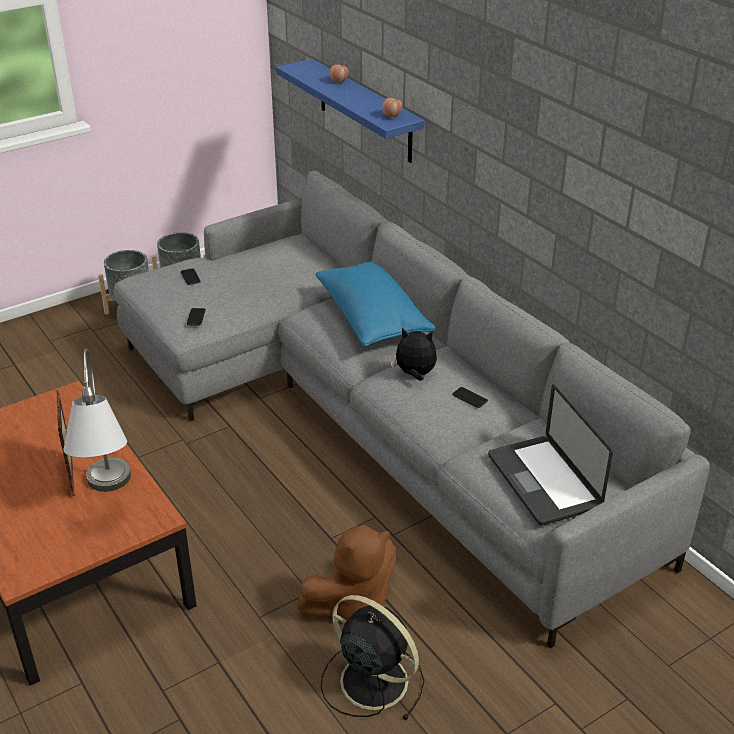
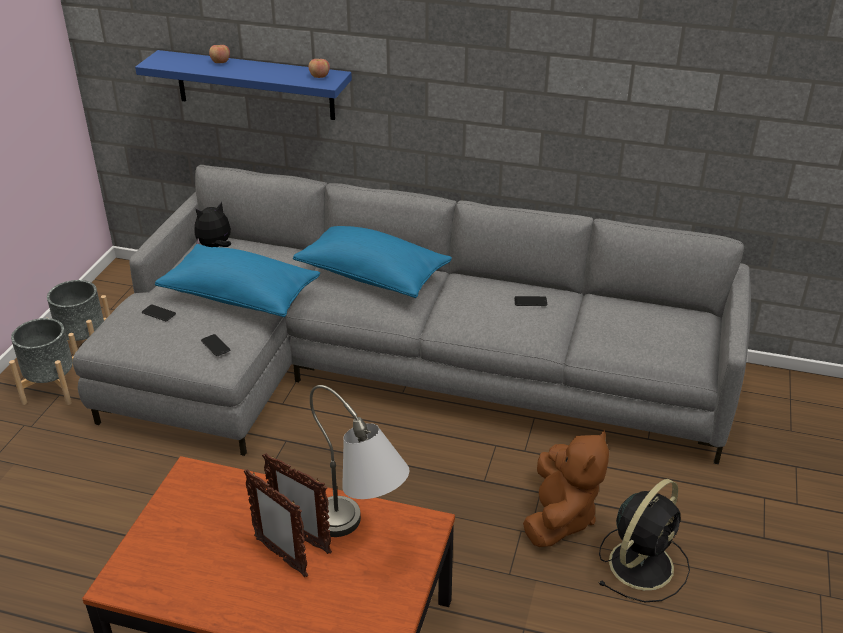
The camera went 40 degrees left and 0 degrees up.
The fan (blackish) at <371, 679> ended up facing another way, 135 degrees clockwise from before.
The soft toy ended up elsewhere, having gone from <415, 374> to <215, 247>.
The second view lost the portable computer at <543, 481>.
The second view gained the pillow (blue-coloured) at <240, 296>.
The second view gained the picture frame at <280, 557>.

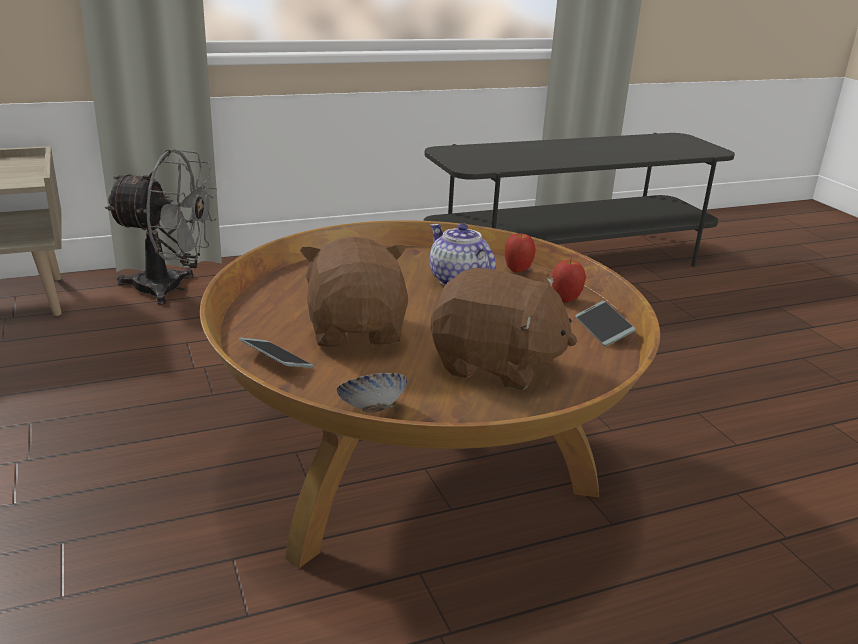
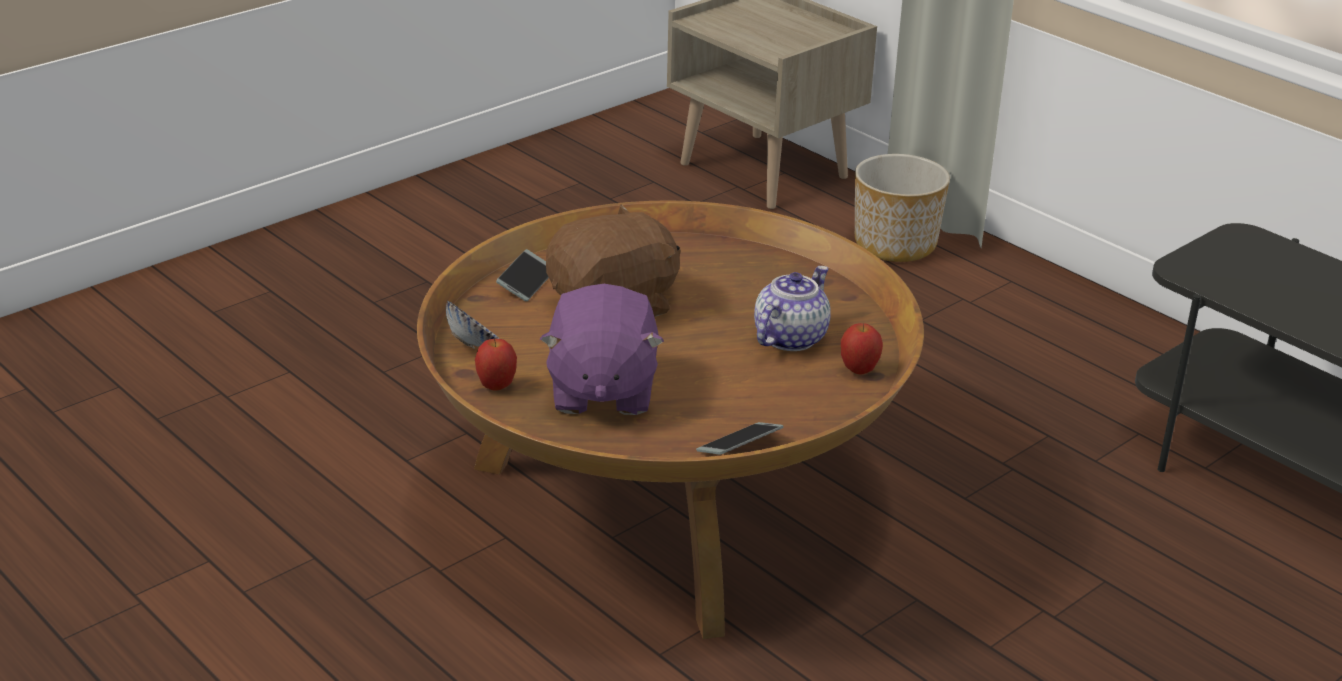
The camera went 70 degrees right and 5 degrees up.
Where the fan (grey) stood at <171, 289>, the plant pot came to stand at <895, 244>.
What was the soft toy (brown) at <495, 365> turned into the soft toy (purple-coloured) at <601, 390>.
The apple ended up elsewhere, having gone from <565, 300> to <496, 387>.

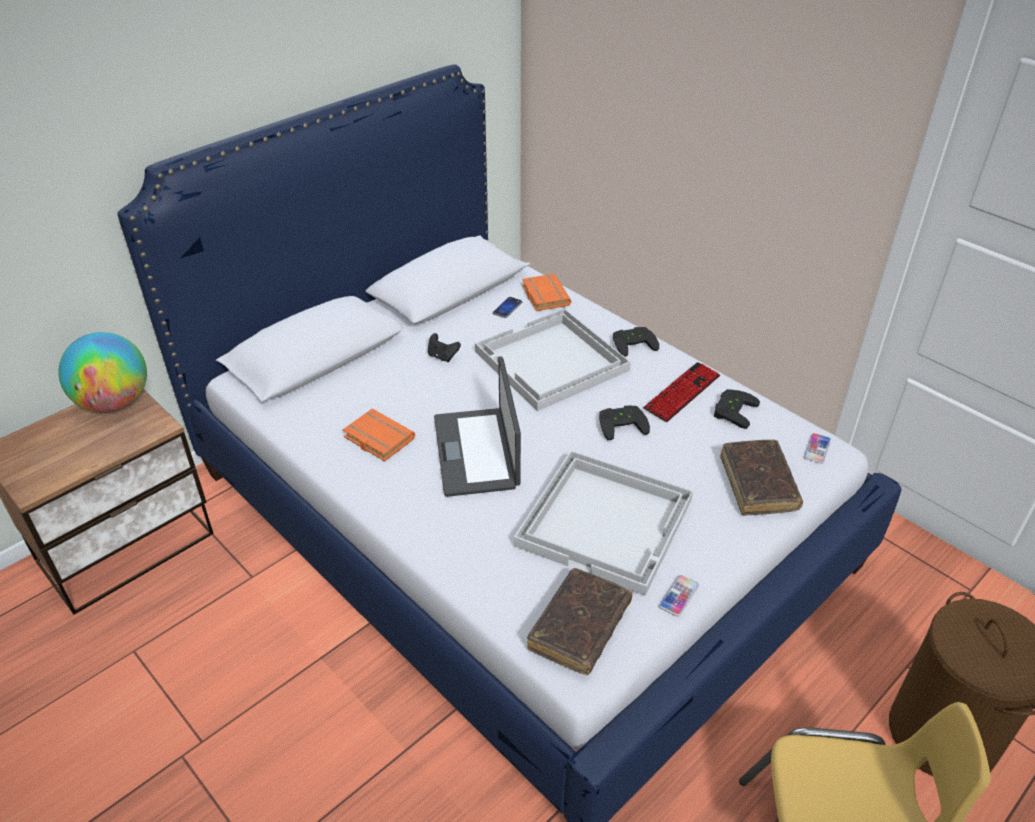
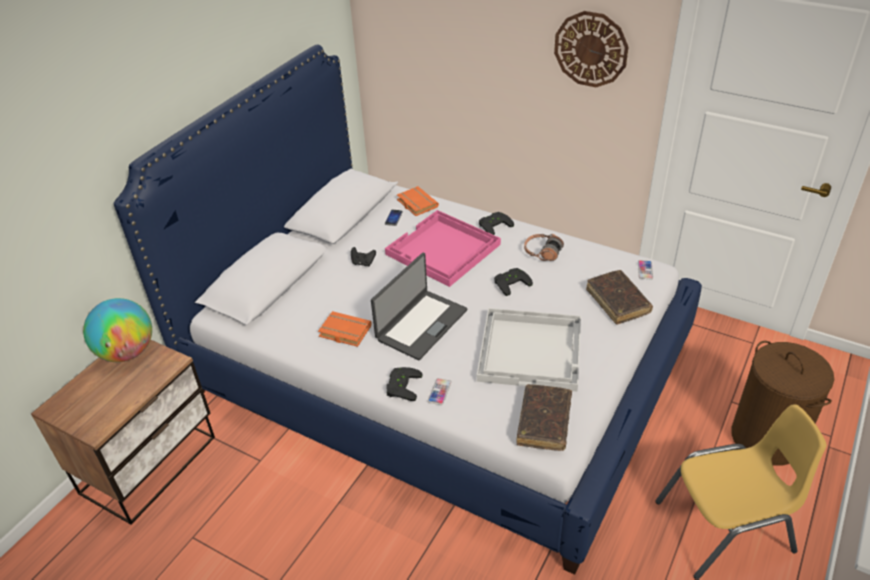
The camera went 15 degrees left and 0 degrees up.
The portable computer at <477, 452> ended up facing another way, 120 degrees counterclockwise from before.
What was the serving tray (whitish) at <551, 362> turned into the serving tray (pinkish) at <443, 250>.
Where the PC keyboard stood at <682, 393>, the pair of headphones came to stand at <542, 252>.
The telephone ended up elsewhere, having gone from <678, 596> to <439, 392>.
The joypad (blackish) ended up elsewhere, having gone from <732, 410> to <401, 386>.
The second view gained the clock on the wall at <591, 49>.

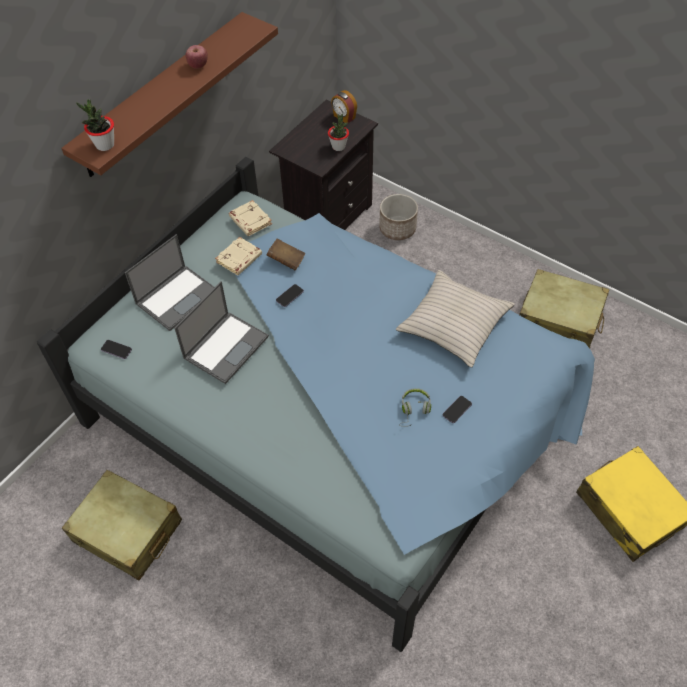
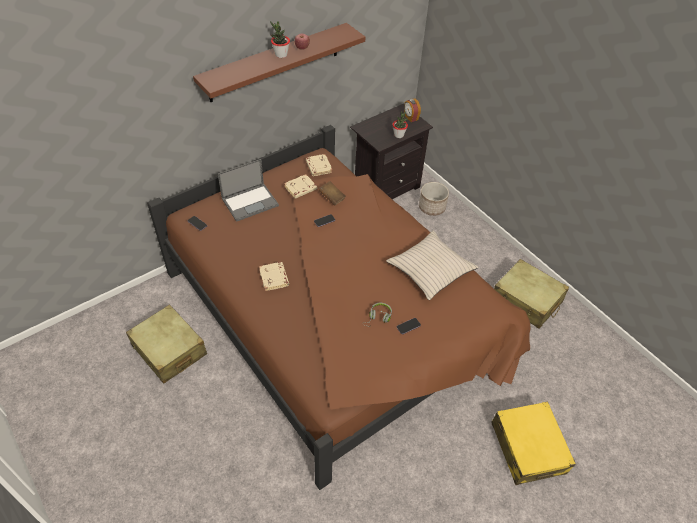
The camera went 15 degrees right and 5 degrees down.
What was the sleeping bed (blue-coloured) at <336, 415> turned into the sleeping bed (brown) at <338, 317>.
The potted plant ended up elsewhere, having gone from <105, 145> to <281, 55>.
The second view lost the portable computer at <226, 346>.
The second view gained the book (beige) at <274, 278>.

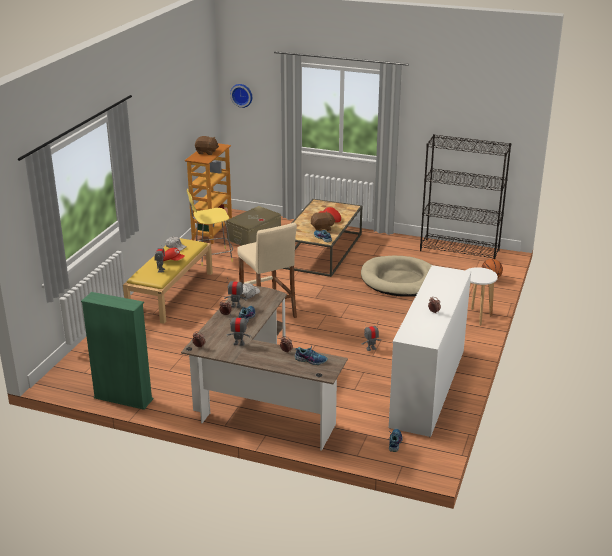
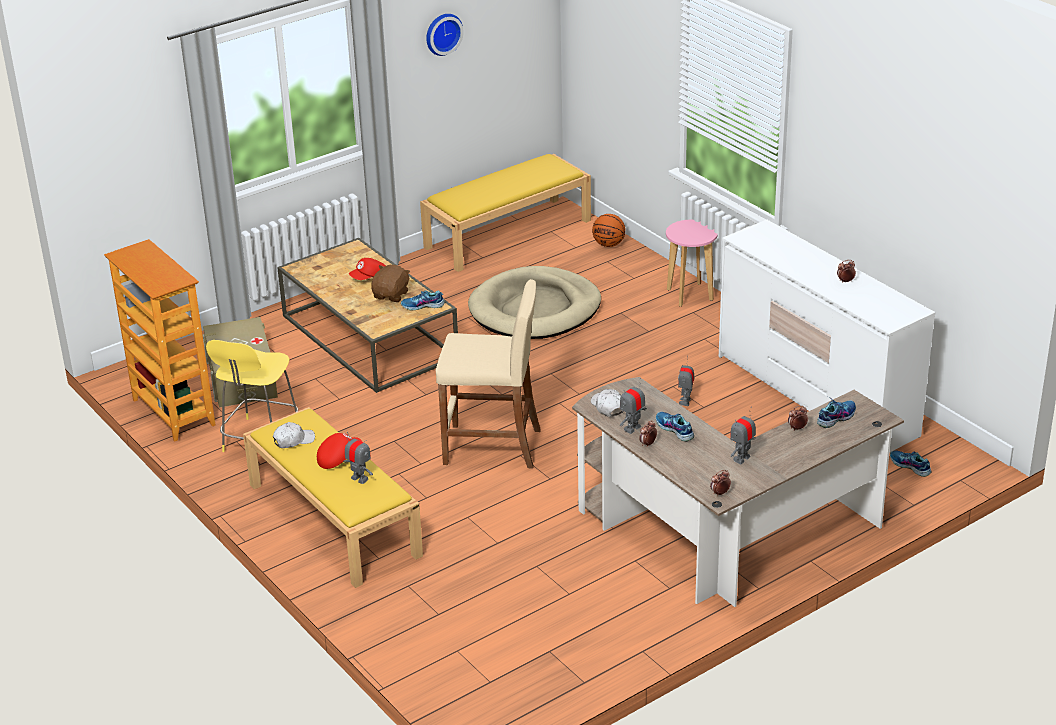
The camera went 55 degrees left and 5 degrees up.
The second view lost the shelving unit (green) at <123, 399>.
The second view lost the soft toy (brown) at <206, 152>.
The clock on the wall ended up elsewhere, having gone from <242, 95> to <442, 33>.
Where the shelving unit (blackish) stood at <460, 250>, the long seat (yellow-coloured) came to stand at <508, 233>.
What was the stool (whitish) at <476, 317> turned into the stool (pinkish) at <690, 295>.

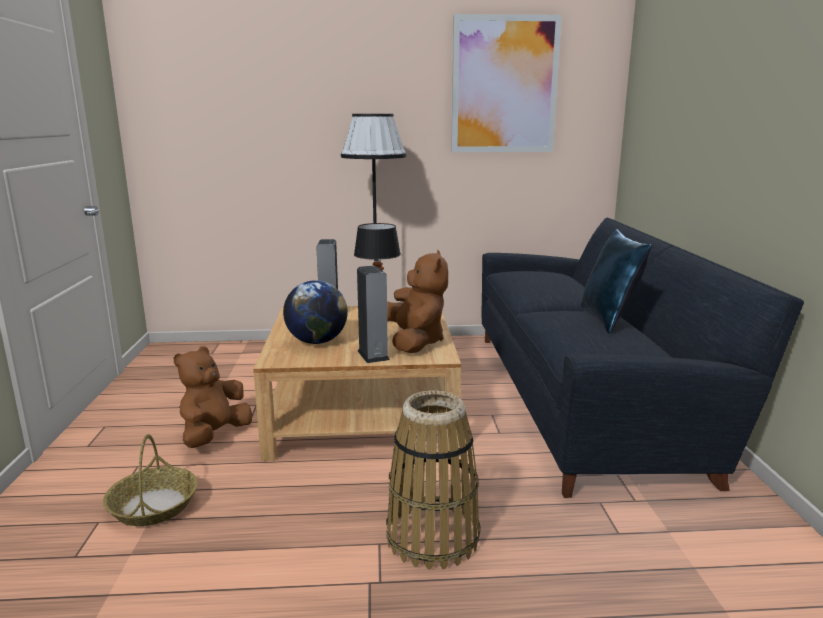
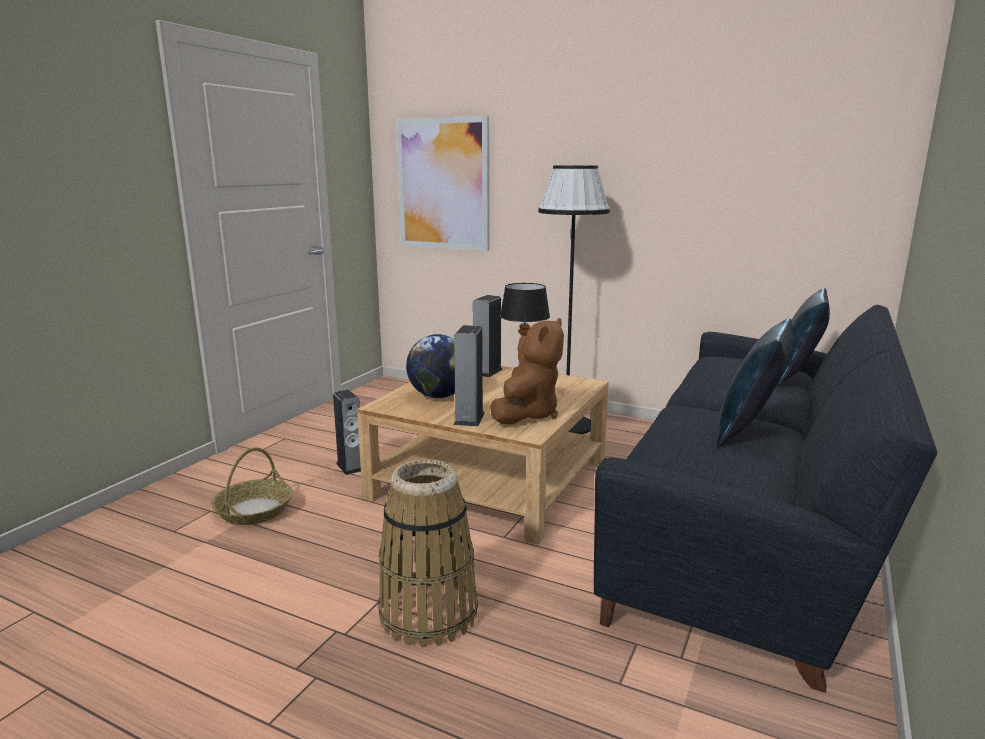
The camera went 30 degrees right and 0 degrees up.
Where the soft toy (brown) stood at <214, 435>, the loudspeaker came to stand at <350, 466>.
The wall art ended up elsewhere, having gone from <504, 85> to <443, 184>.
The second view gained the pillow (blue-coloured) at <796, 376>.

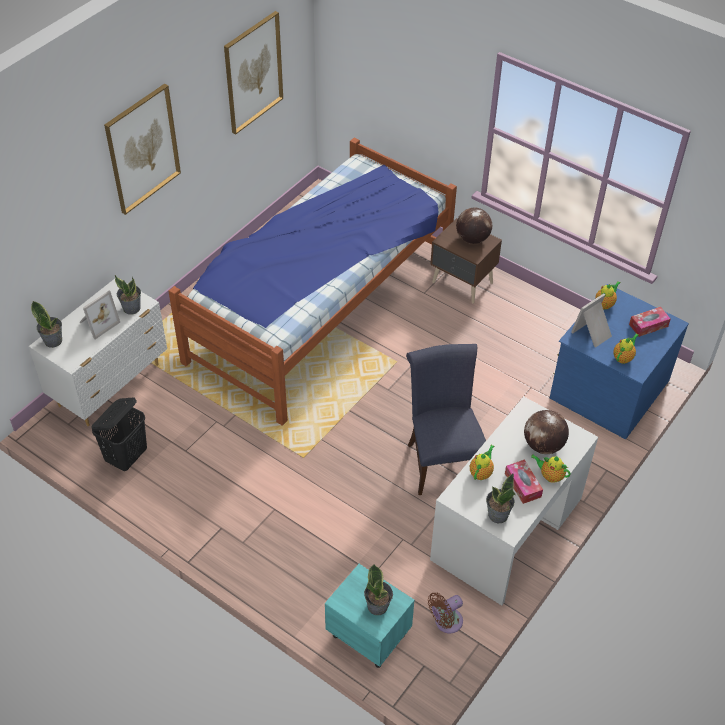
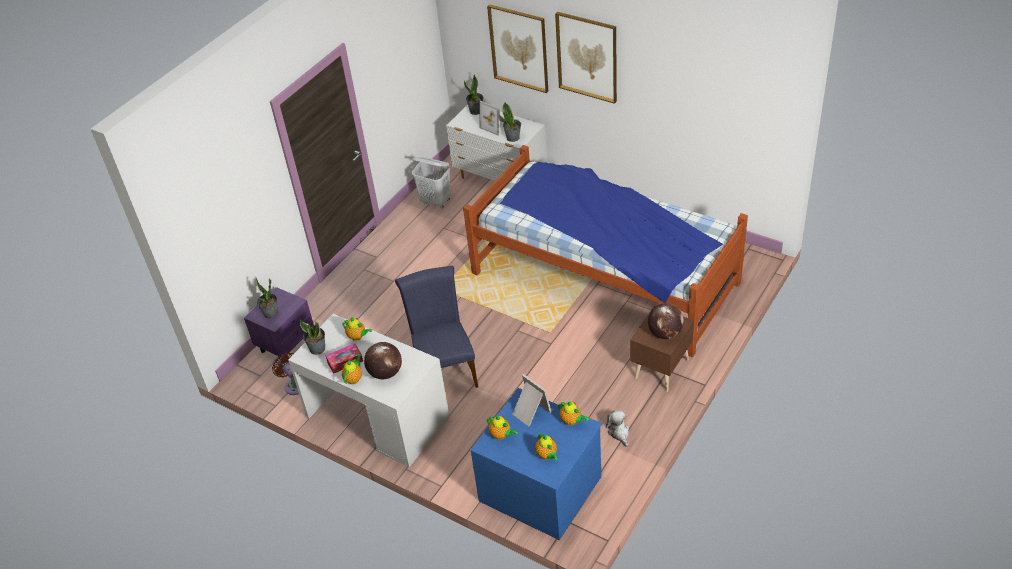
The camera went 90 degrees right and 5 degrees down.
What was the hamper (blackish) at <127, 457> turned into the hamper (whitish) at <436, 201>.
The wall art ended up elsewhere, having gone from <253, 72> to <519, 48>.
What was the bedside table (turquoise-coloured) at <368, 634> turned into the bedside table (purple-coloured) at <287, 343>.
The plain chair (blue-coloured) at <442, 460> ended up facing another way, 90 degrees counterclockwise from before.
Where the box of tissues stood at <648, 325>, the tea pot came to stand at <547, 455>.
The second view gained the soft toy at <619, 432>.

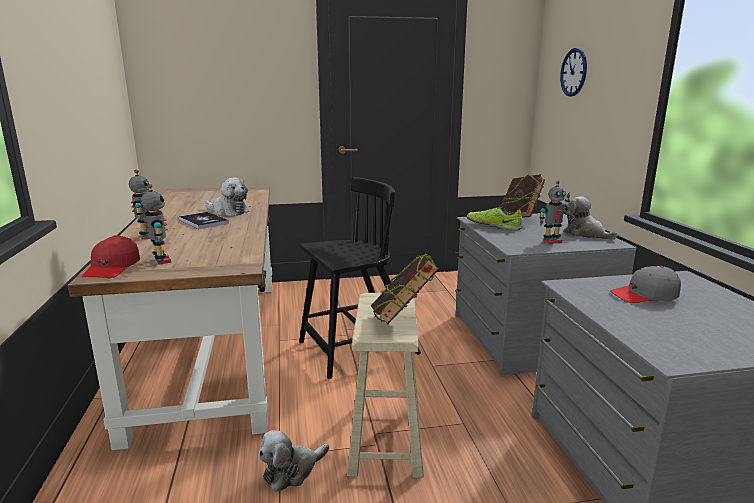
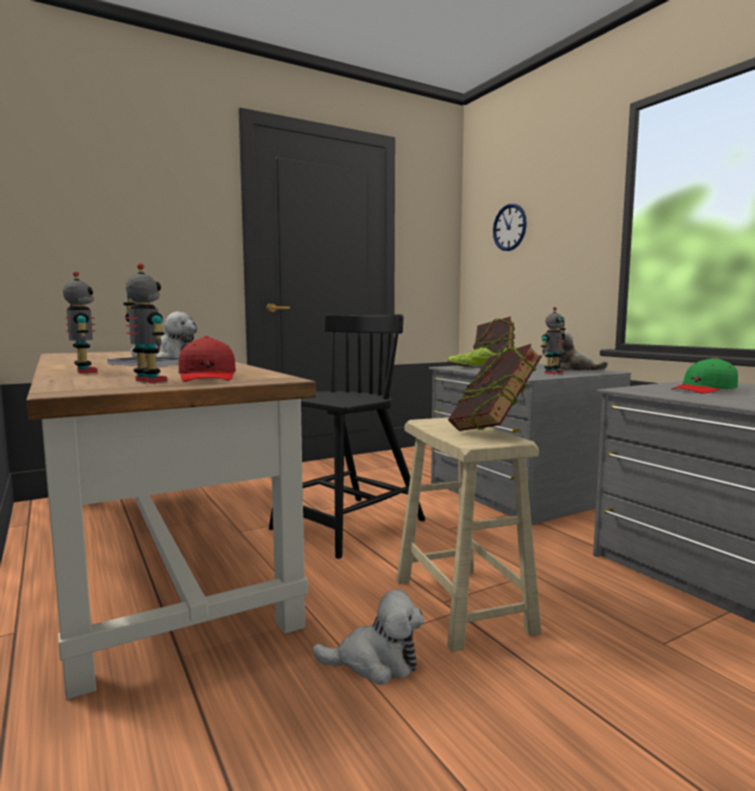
The camera went 20 degrees left and 10 degrees down.
The peaked cap (reddish) ended up elsewhere, having gone from <113, 268> to <208, 377>.
The soft toy at <292, 471> ended up facing another way, 120 degrees counterclockwise from before.
What was the peaked cap (grey) at <645, 295> turned into the peaked cap (green) at <704, 389>.

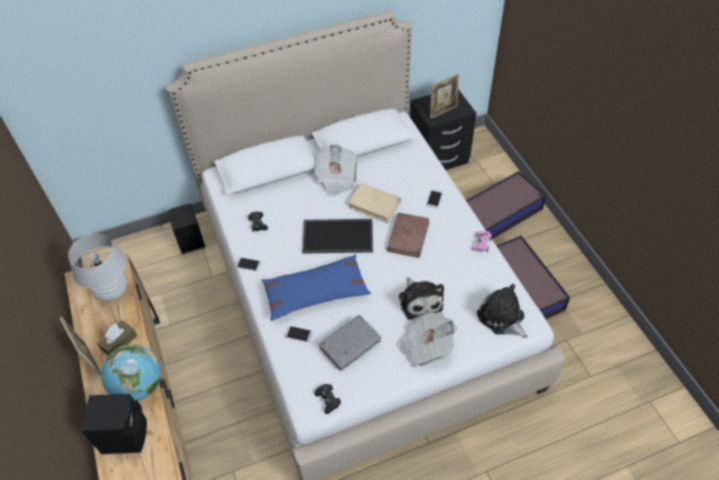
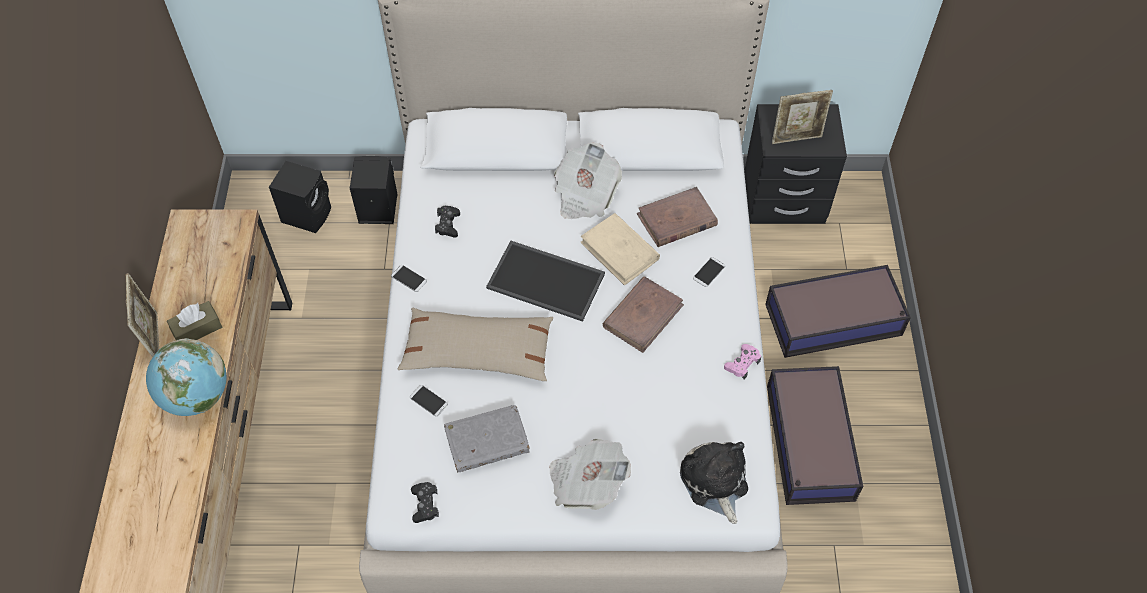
The camera went 20 degrees right and 5 degrees up.
The second view lost the table lamp (whitish) at <113, 291>.
The loudspeaker (blackish) ended up elsewhere, having gone from <125, 434> to <308, 214>.
What was the pillow (blue-coloured) at <316, 293> turned into the pillow (beige) at <478, 352>.
The second view lost the soft toy at <419, 300>.
The second view gained the book (brown) at <676, 220>.

